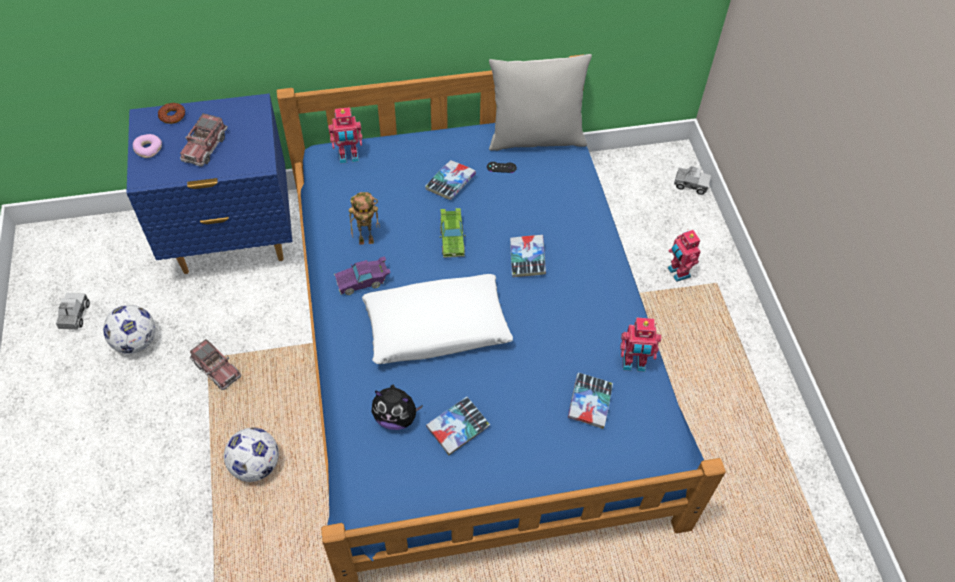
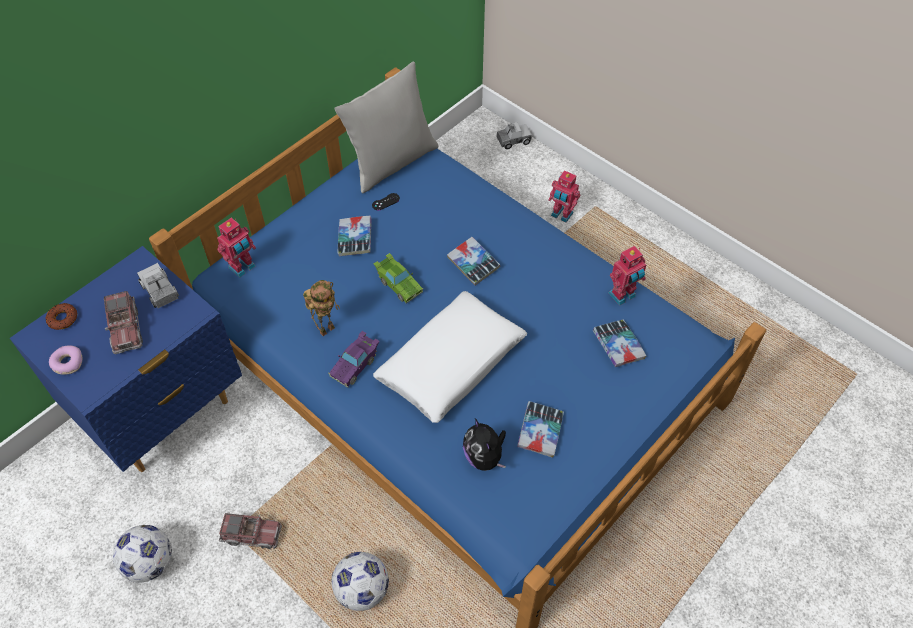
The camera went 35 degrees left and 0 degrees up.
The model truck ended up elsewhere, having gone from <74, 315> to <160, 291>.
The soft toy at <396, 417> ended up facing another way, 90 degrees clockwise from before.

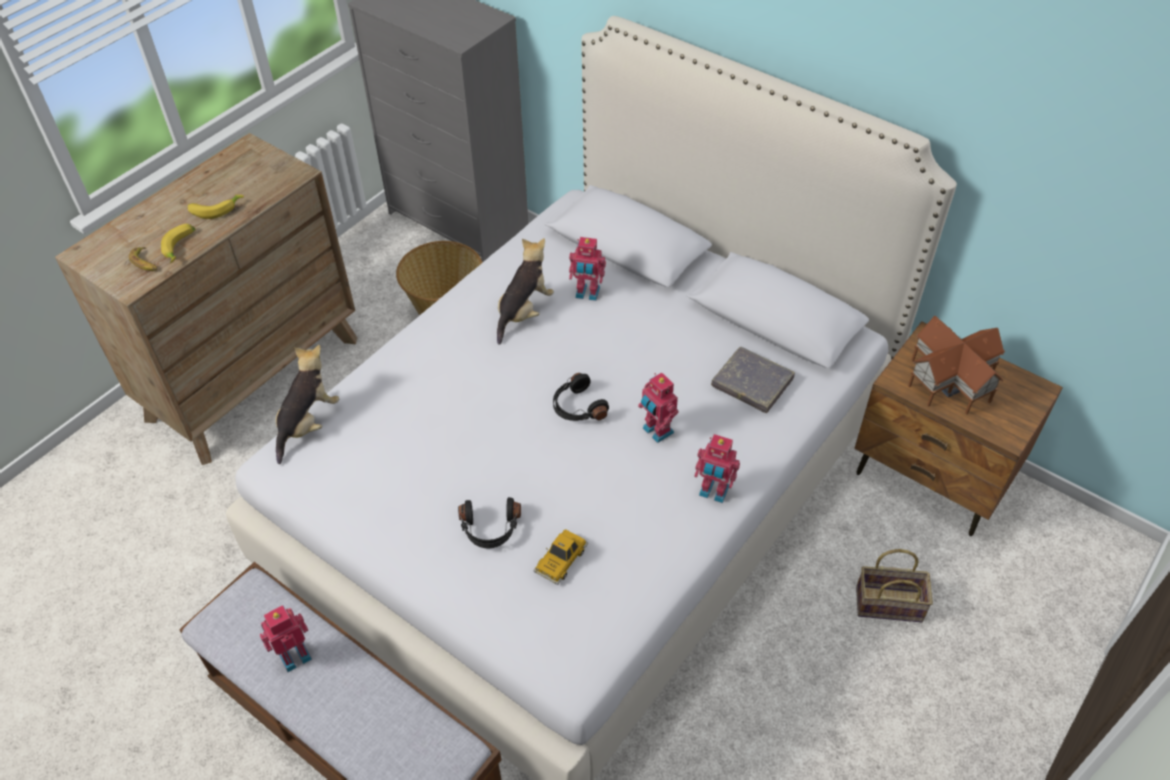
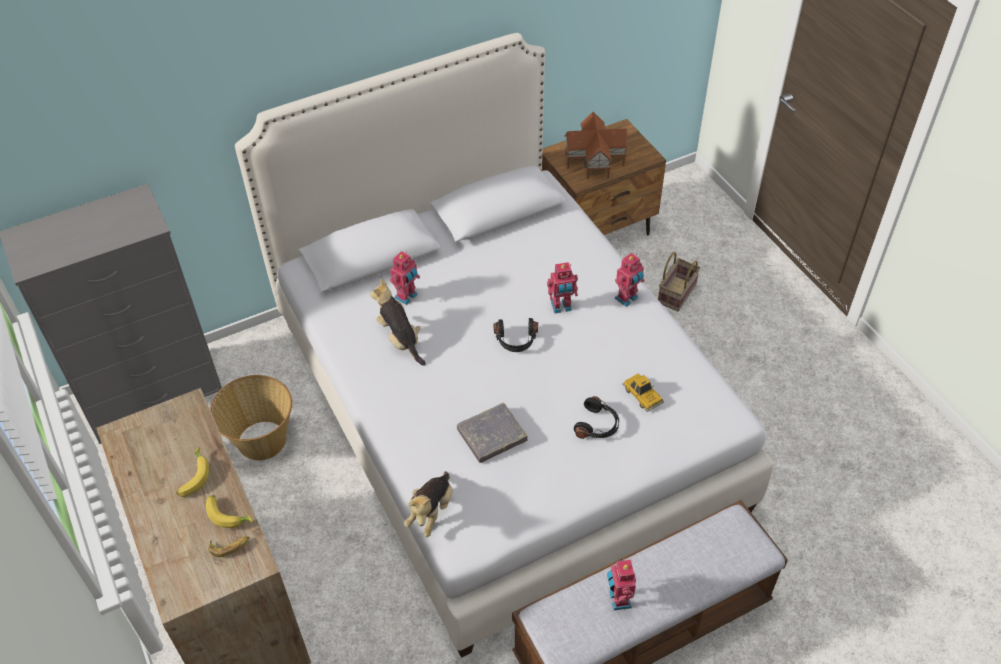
The camera went 65 degrees left and 0 degrees up.
The soft toy at <308, 423> ended up facing another way, 120 degrees counterclockwise from before.
The book (grey) ended up elsewhere, having gone from <752, 383> to <492, 435>.

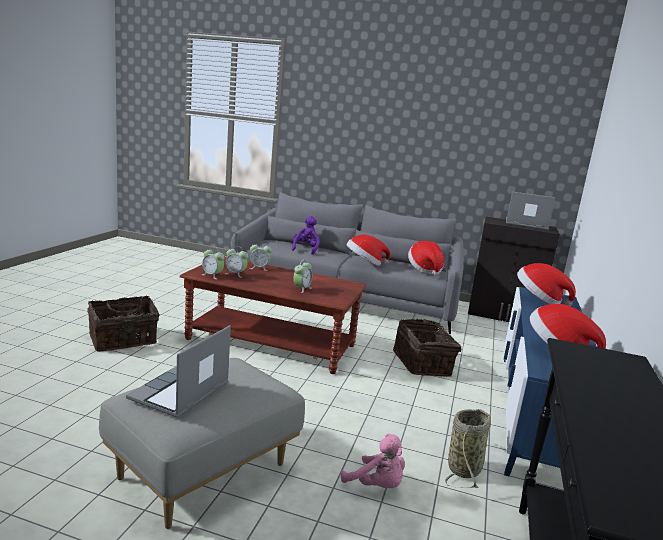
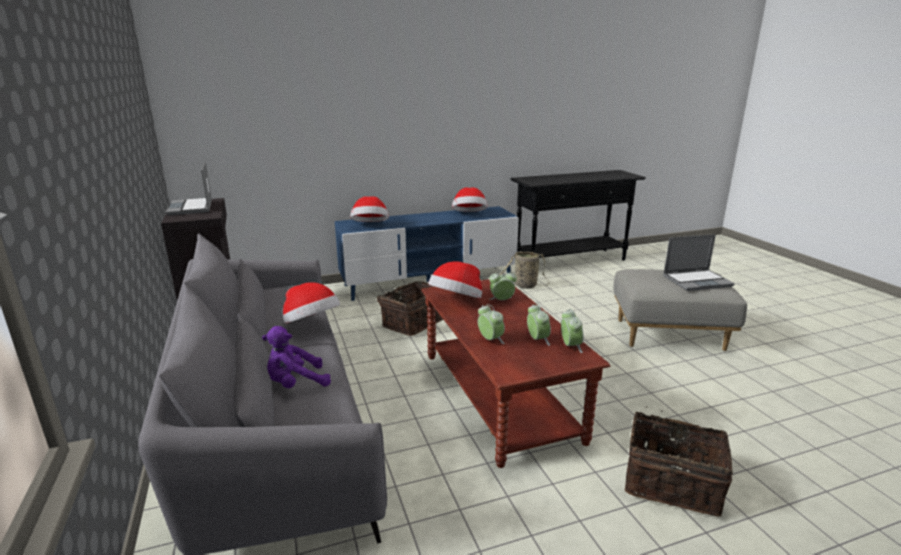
The camera went 125 degrees left and 5 degrees up.
The second view lost the soft toy (pinkish) at <376, 486>.
The hat ended up elsewhere, having gone from <425, 270> to <457, 302>.

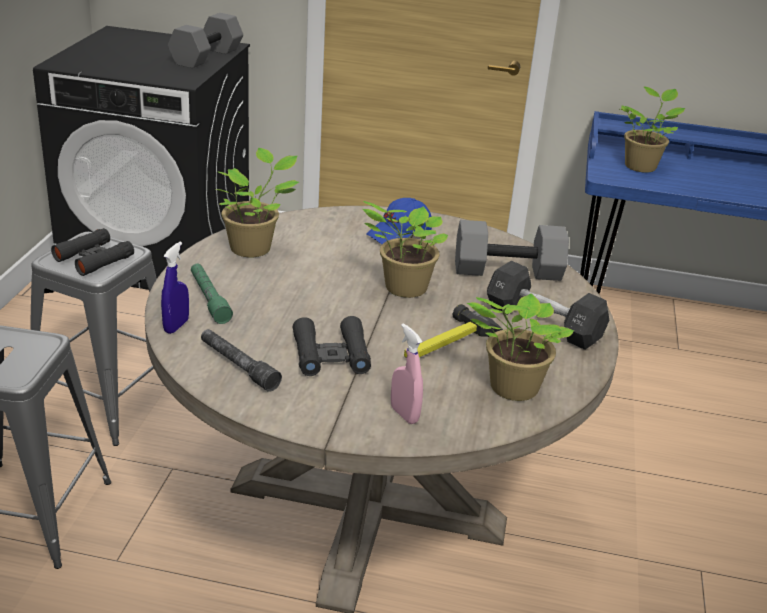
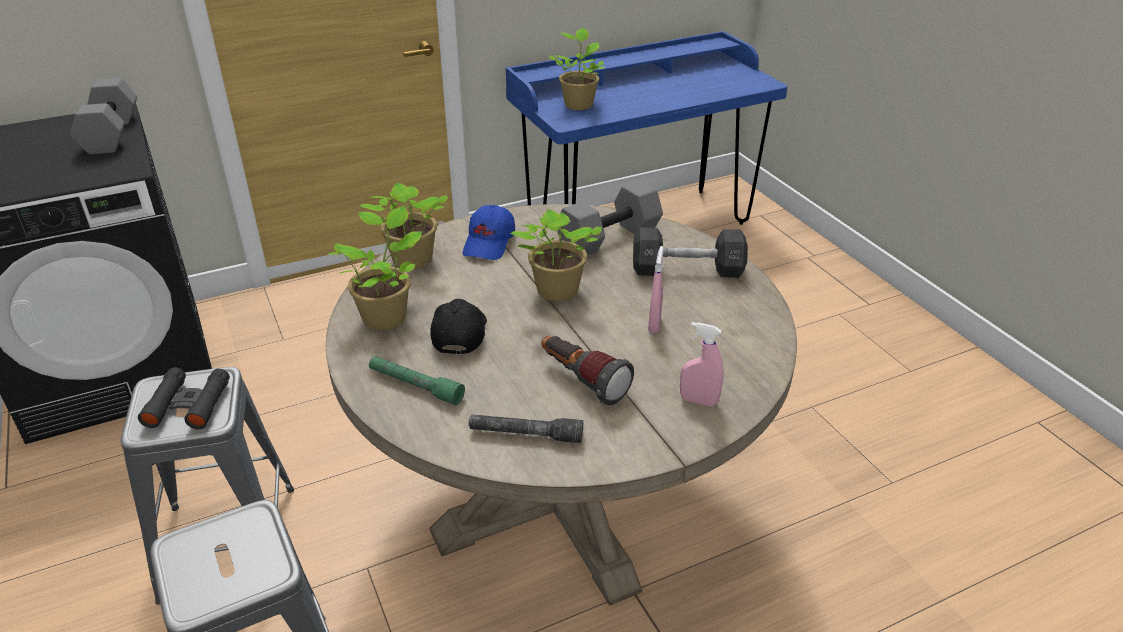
The camera went 35 degrees left and 5 degrees up.
The second view lost the sprayer (blue-coloured) at <176, 326>.
Where the field glasses (blackish) stood at <331, 355>, the torch came to stand at <582, 381>.
Where the hammer stood at <450, 347>, the sprayer (pinkish) came to stand at <654, 325>.
The potted plant ended up elsewhere, having gone from <510, 388> to <410, 261>.
The second view gained the peaked cap (blackish) at <459, 333>.

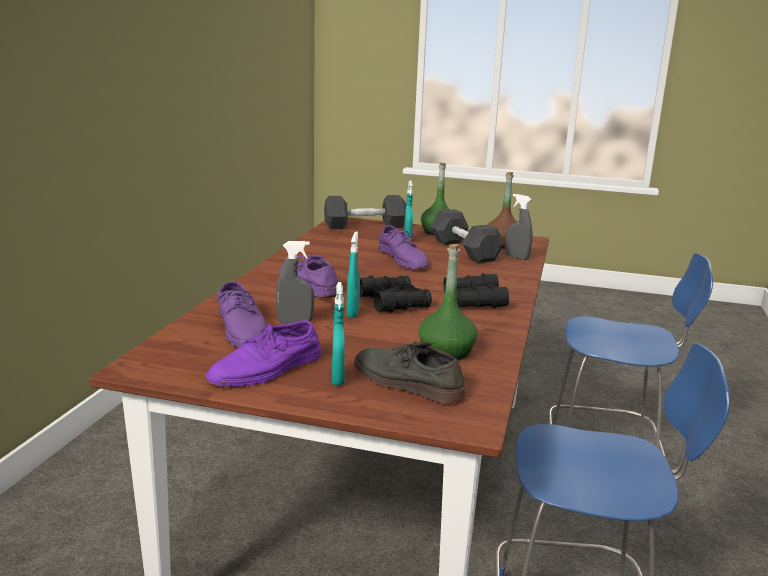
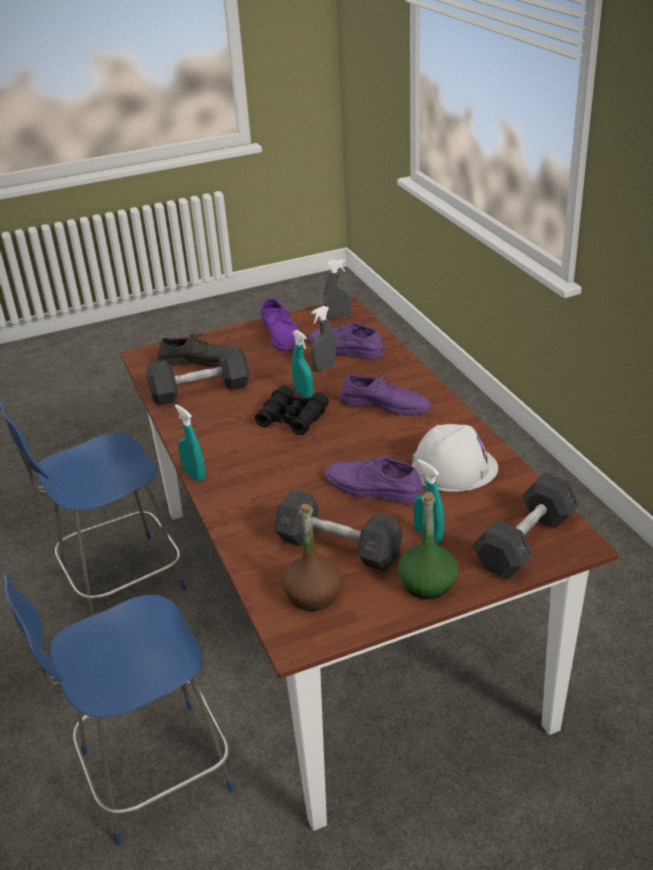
The camera went 145 degrees right and 15 degrees up.
The low shoe (purple-coloured) at <267, 370> ended up facing another way, 150 degrees clockwise from before.
The sprayer (turquoise-coloured) ended up elsewhere, having gone from <337, 379> to <194, 475>.
Where the beverage bottle (green) stood at <446, 352>, the free weight (grey) came to stand at <200, 391>.
The second view lost the field glasses (blackish) at <473, 301>.
The sprayer (grey) ended up elsewhere, having gone from <516, 257> to <338, 317>.
The second view gained the safety helmet (whitish) at <454, 467>.

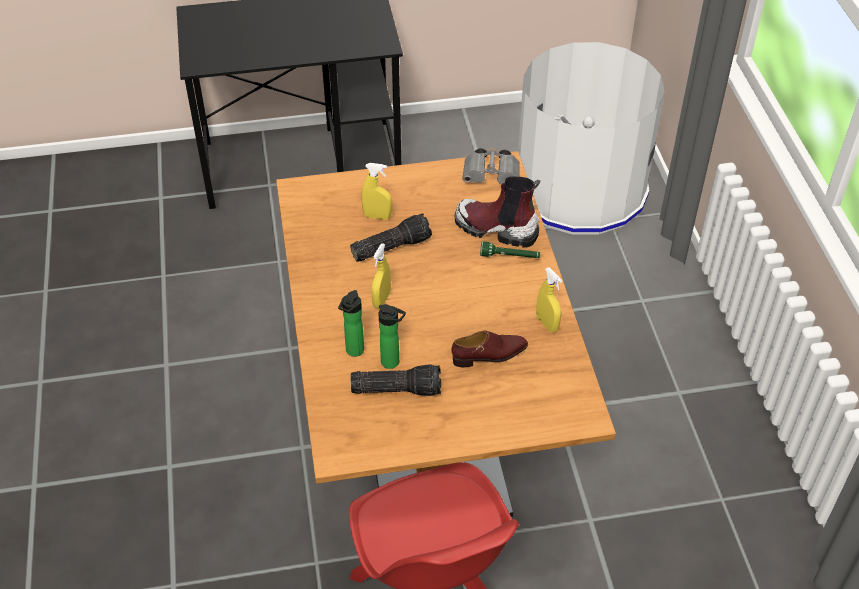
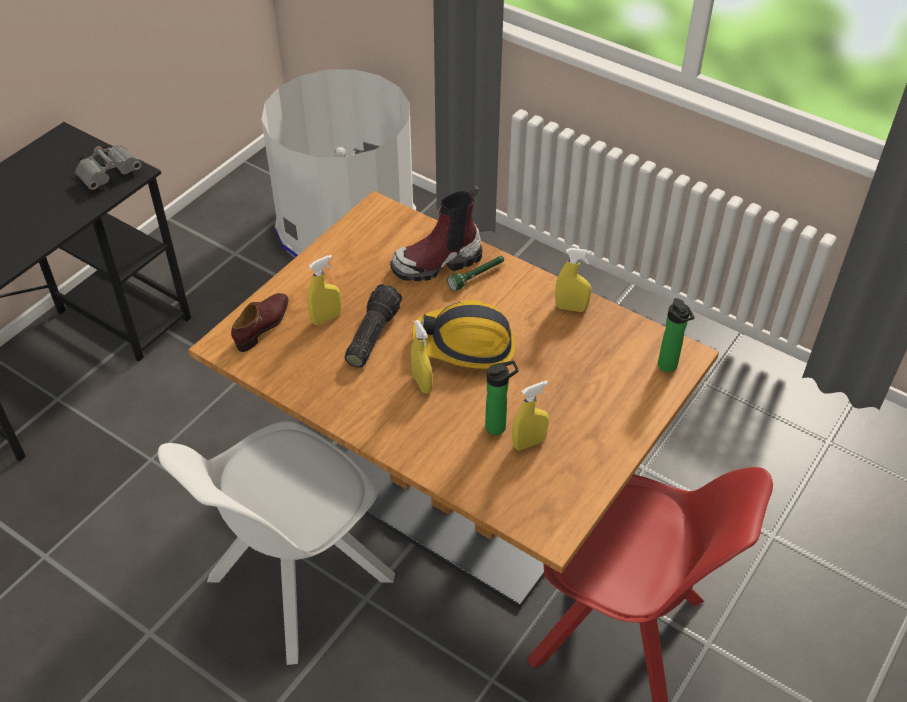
The camera went 45 degrees left and 0 degrees up.
The beverage bottle ended up elsewhere, having gone from <353, 352> to <669, 367>.
Where the torch stood at <397, 388>, the sprayer (yellow-coloured) came to stand at <529, 443>.
The low shoe (brown) ended up elsewhere, having gone from <490, 355> to <263, 325>.
The field glasses (grey) ended up elsewhere, having gone from <493, 176> to <111, 174>.
The second view gained the plain chair (whitish) at <296, 582>.
The second view gained the safety helmet at <466, 345>.

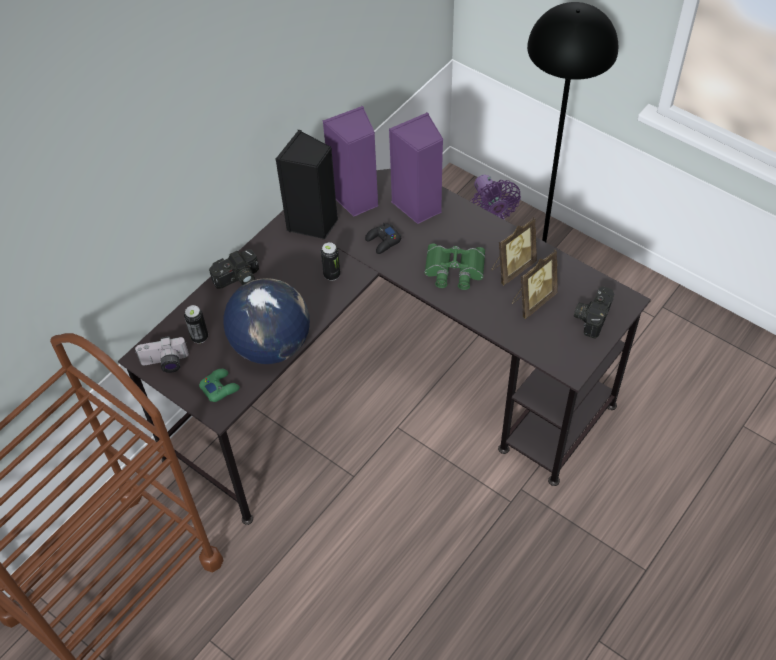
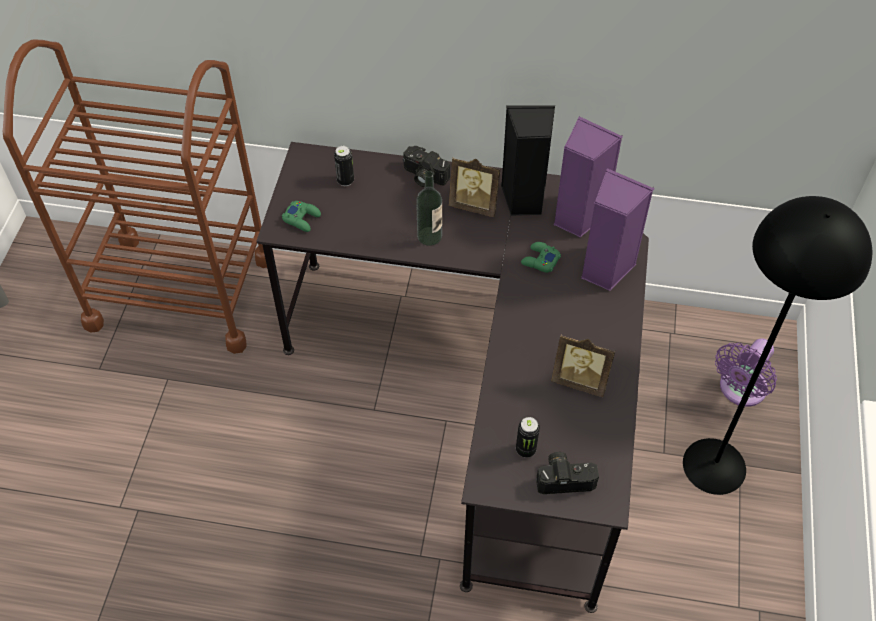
The camera went 60 degrees right and 0 degrees up.
The second view lost the photo camera at <165, 364>.
The second view lost the desk globe at <271, 345>.
The metal can ended up elsewhere, having gone from <332, 275> to <525, 449>.
What was the joypad (blackish) at <383, 241> turned into the joypad (green) at <540, 260>.
The second view lost the field glasses (green) at <454, 270>.
The picture frame ended up elsewhere, having gone from <532, 300> to <474, 205>.
The second view gained the beverage bottle at <429, 236>.

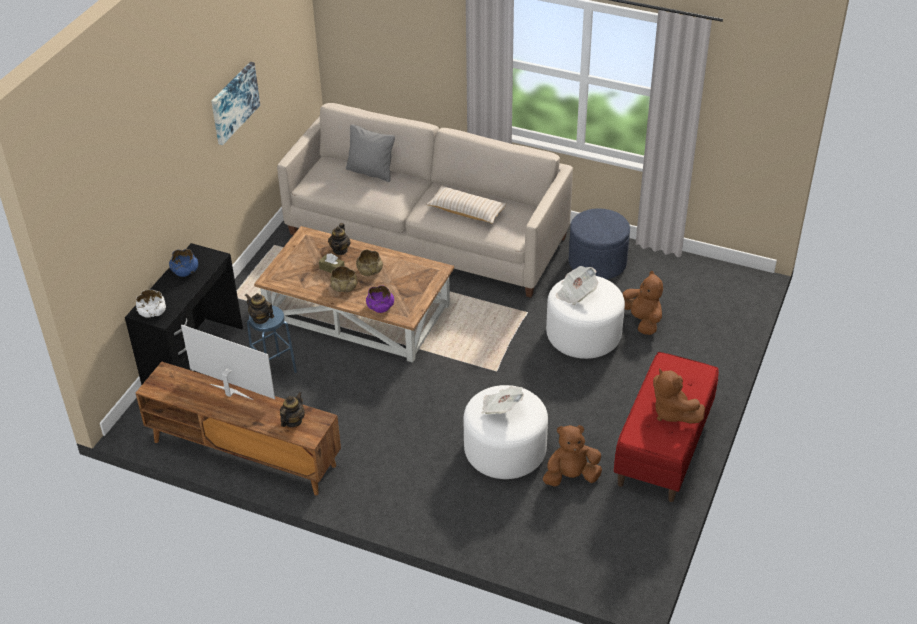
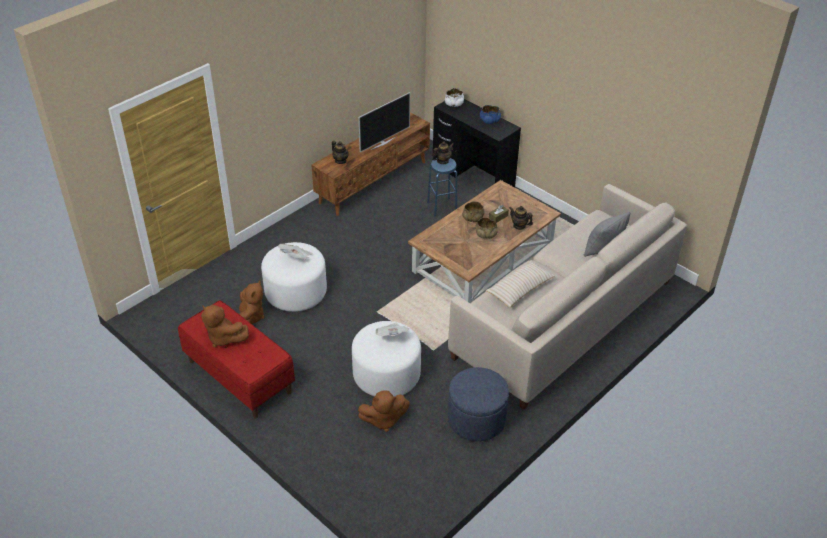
The camera went 110 degrees right and 0 degrees up.
The second view lost the wall art at <234, 102>.
The second view lost the bowl (purple-coloured) at <380, 307>.
The soft toy (brown) at <672, 412> ended up facing another way, 135 degrees counterclockwise from before.

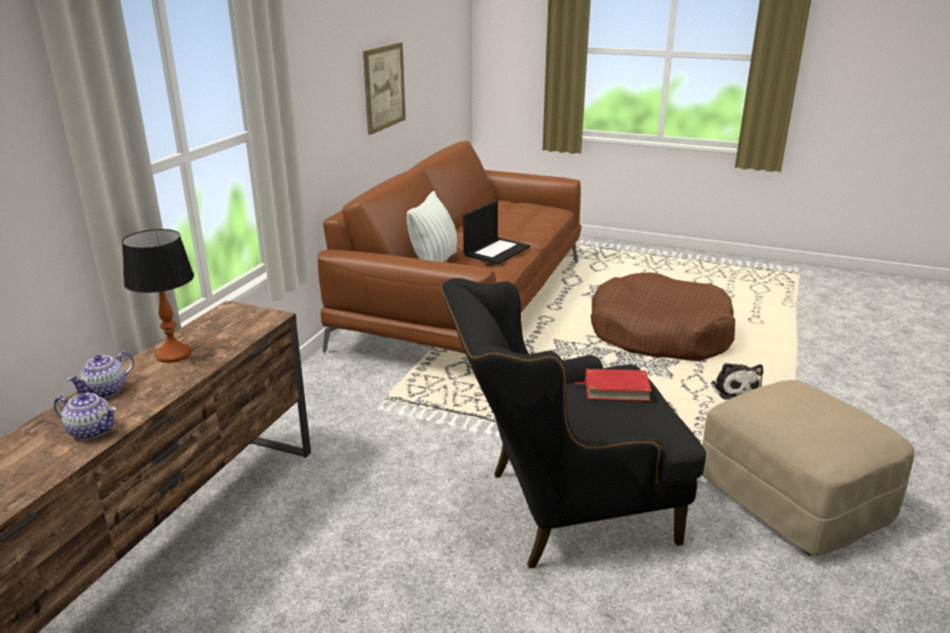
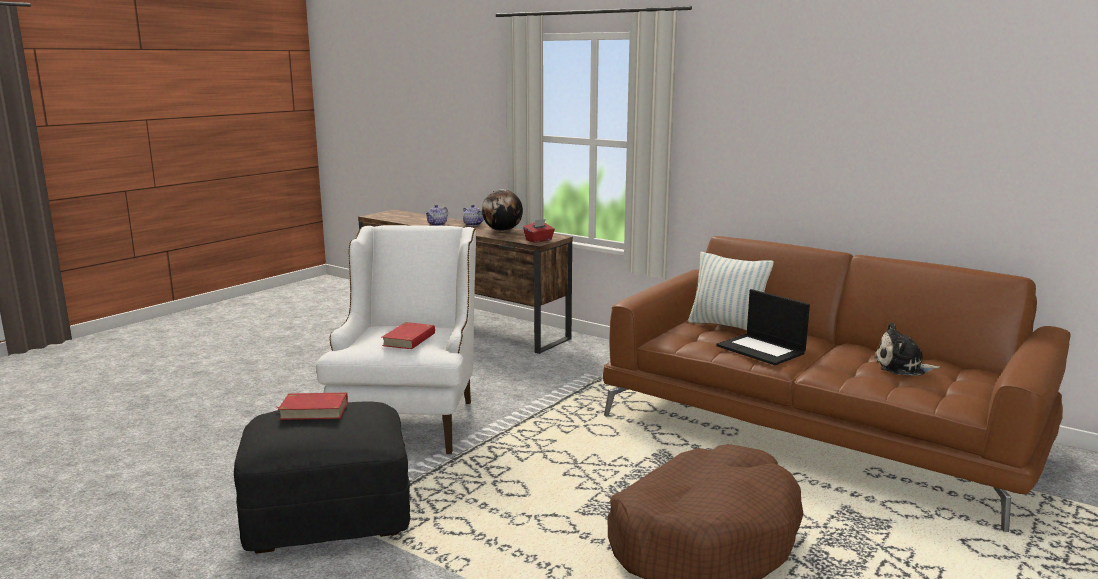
The camera went 105 degrees right and 10 degrees down.
Where the table lamp stood at <174, 354>, the desk globe came to stand at <502, 230>.
The second view lost the wall art at <384, 87>.
What was the armchair (blackish) at <561, 510> turned into the armchair (whitish) at <410, 417>.
What was the ottoman (beige) at <793, 498> turned into the ottoman (blackish) at <328, 516>.
The soft toy ended up elsewhere, having gone from <734, 389> to <903, 367>.
The second view gained the book (reddish) at <314, 410>.
The second view gained the box of tissues (reddish) at <539, 240>.

